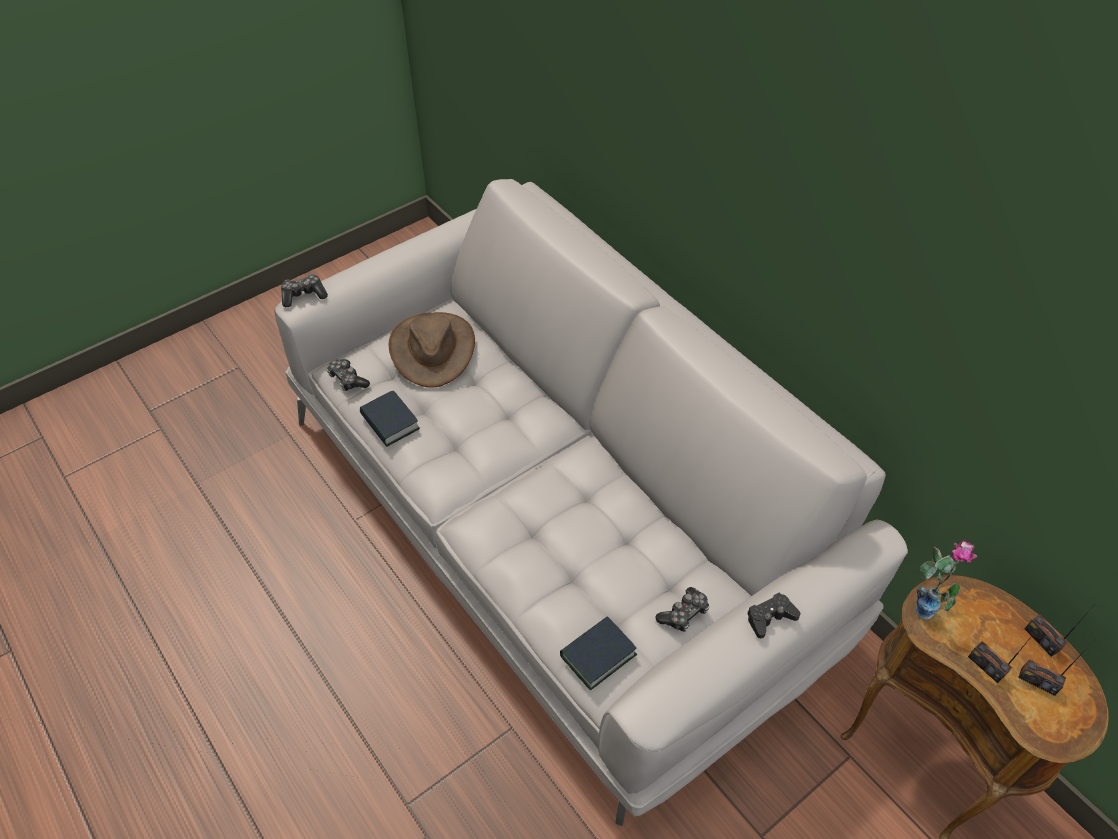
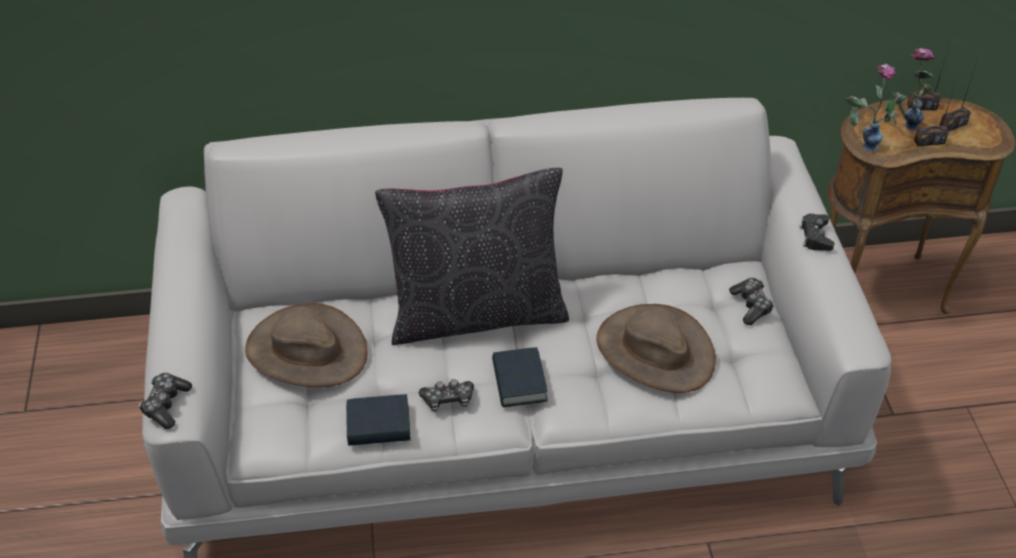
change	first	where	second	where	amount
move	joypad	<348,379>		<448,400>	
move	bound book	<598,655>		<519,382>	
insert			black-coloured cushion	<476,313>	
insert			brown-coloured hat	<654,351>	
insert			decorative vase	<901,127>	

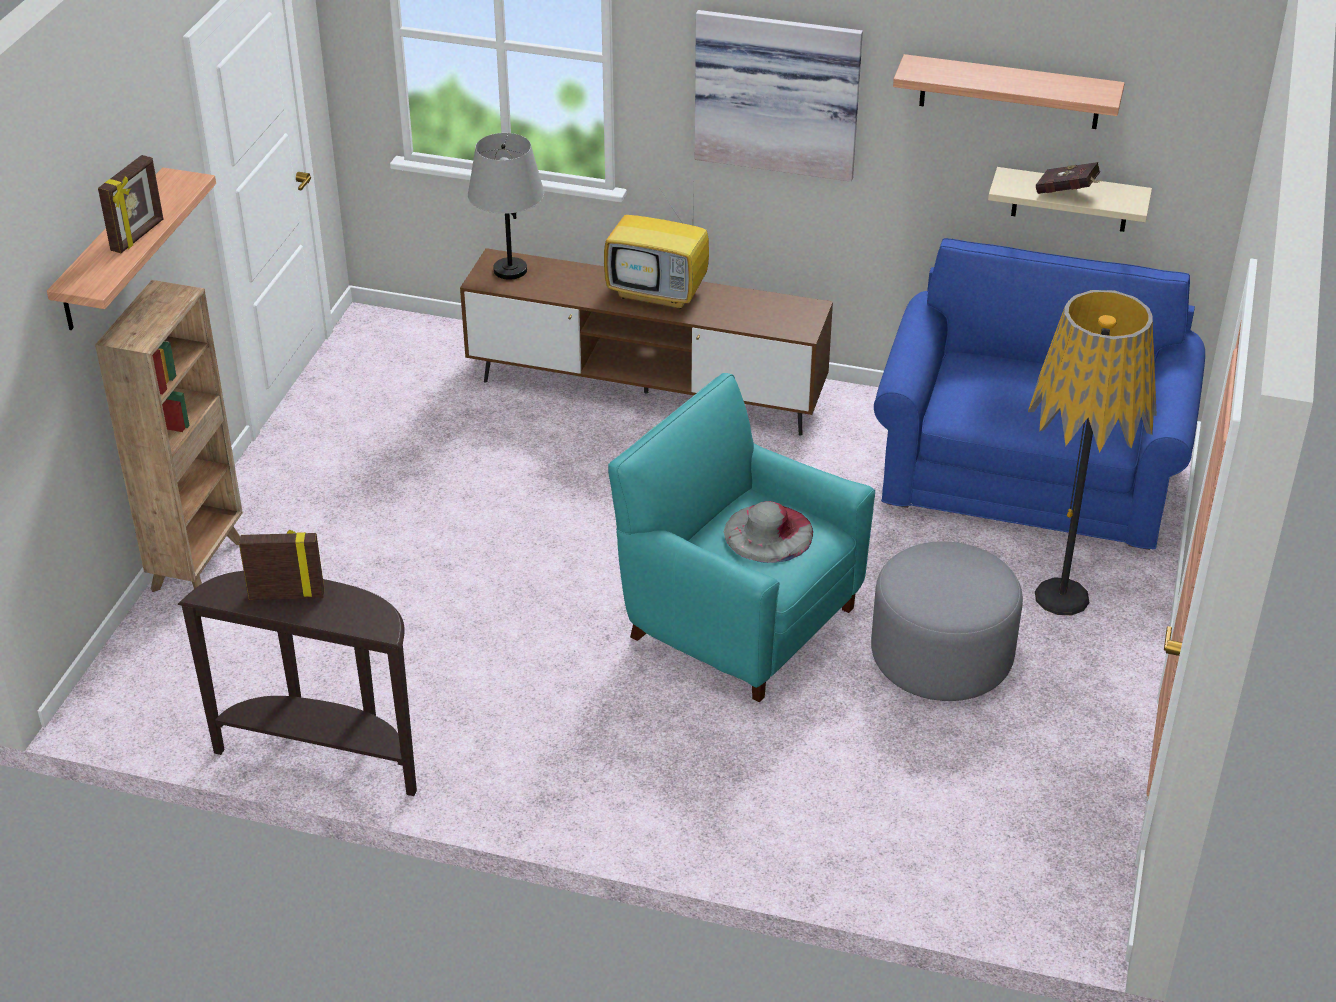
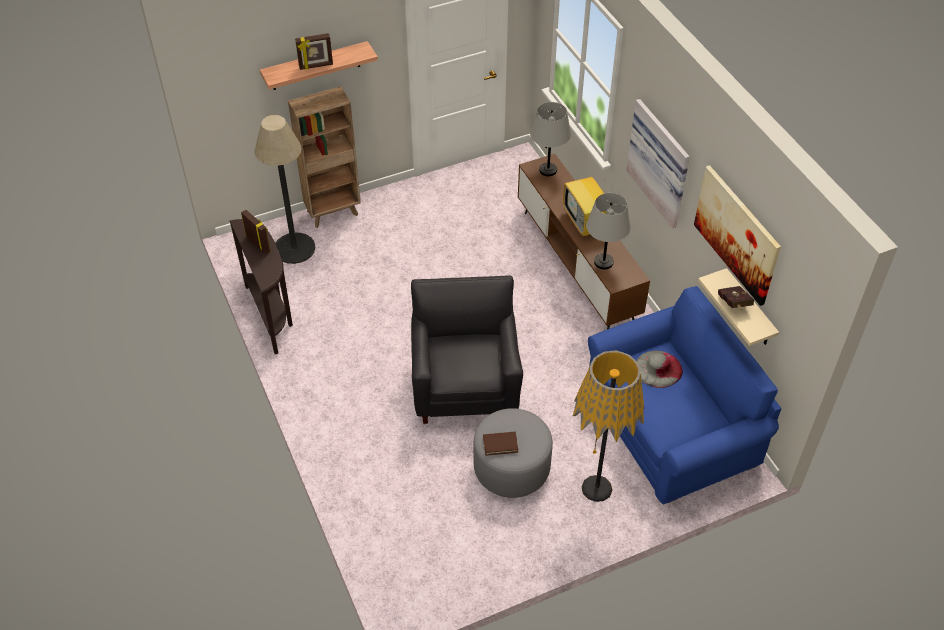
change	first	where	second	where	amount
recolor	turquoise armchair	<739,619>	black-coloured armchair	<465,386>	
move	grey hat	<768,533>		<658,369>	
replace	wall shelf	<1010,92>	picture	<736,234>	
insert			standing lamp	<294,248>	
insert			brown-coloured bound book	<500,444>	
insert			grey table lamp	<603,262>	

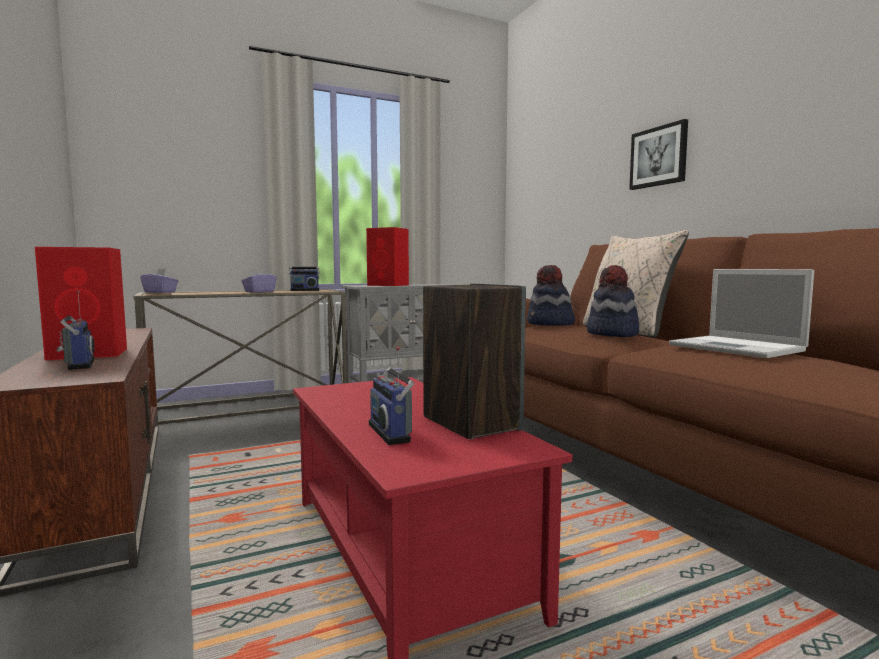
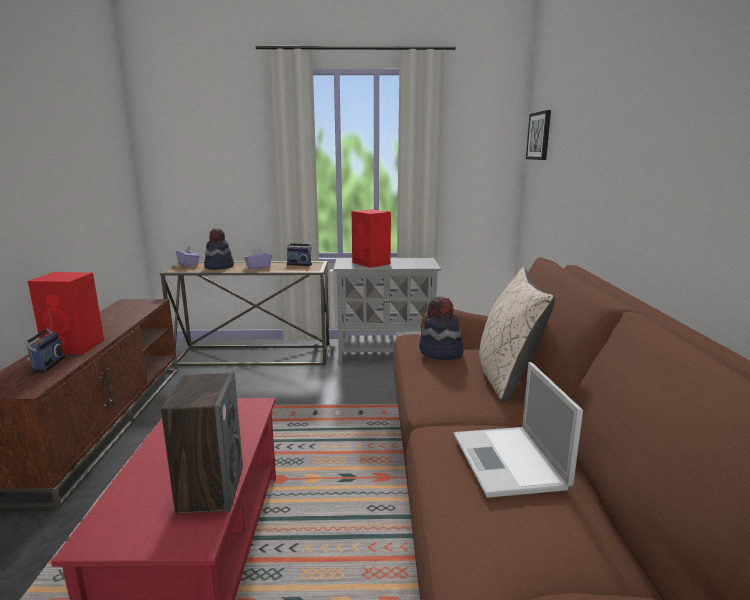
change	first	where	second	where	amount
delete	radio receiver	<392,432>			
move	hat	<612,334>		<219,267>	
move	picture	<658,156>		<539,136>	

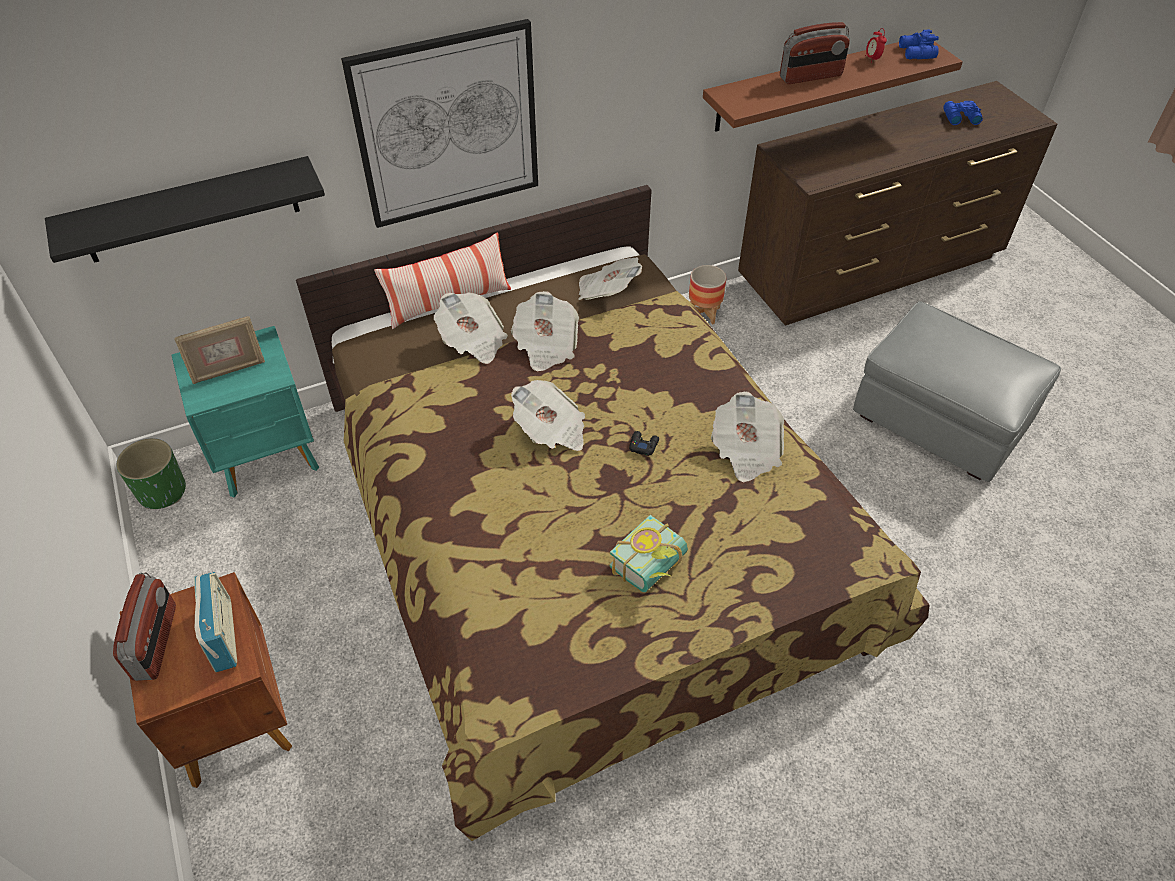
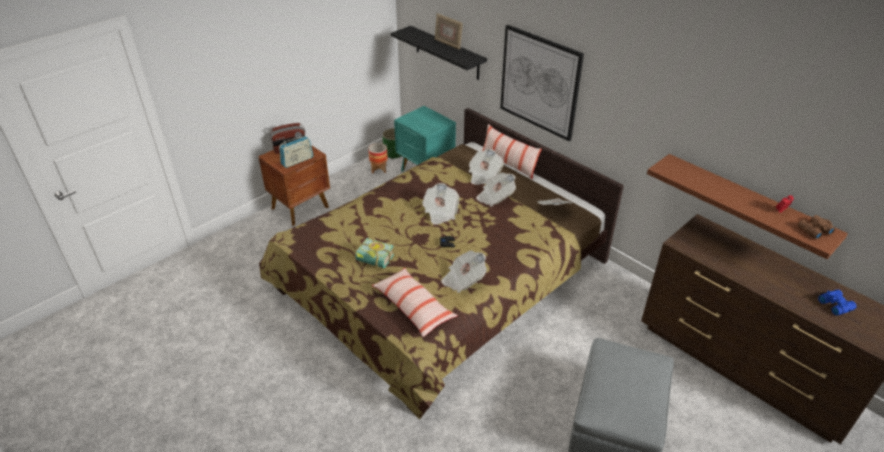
change	first	where	second	where	amount
move	standing frame	<228,370>		<448,44>	
move	plant pot	<704,313>		<379,169>	
delete	radio receiver	<811,77>			
recolor	bluish pair of binoculars	<916,53>	brown-coloured pair of binoculars	<813,230>	
insert			cushion	<413,307>	

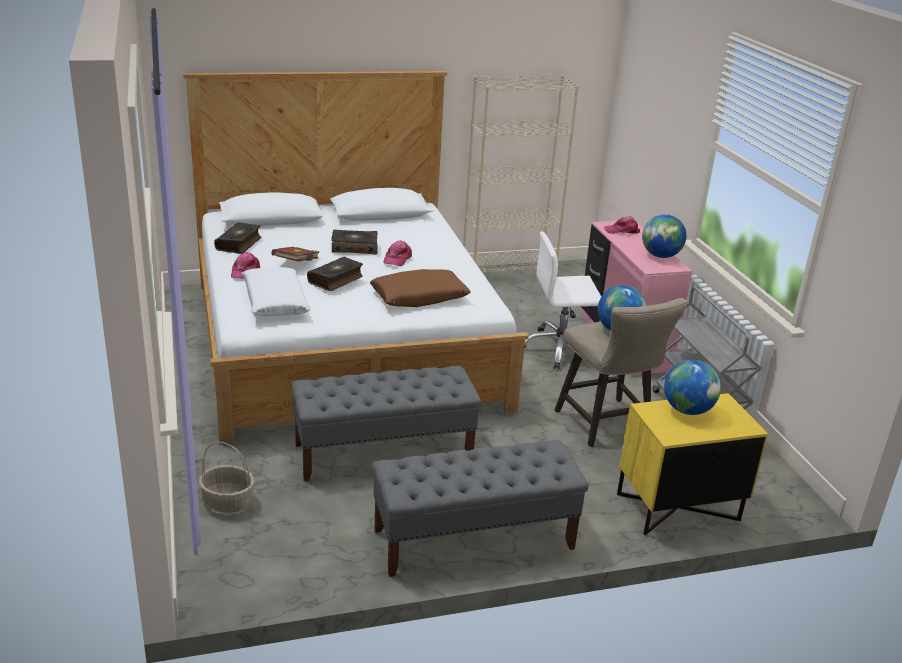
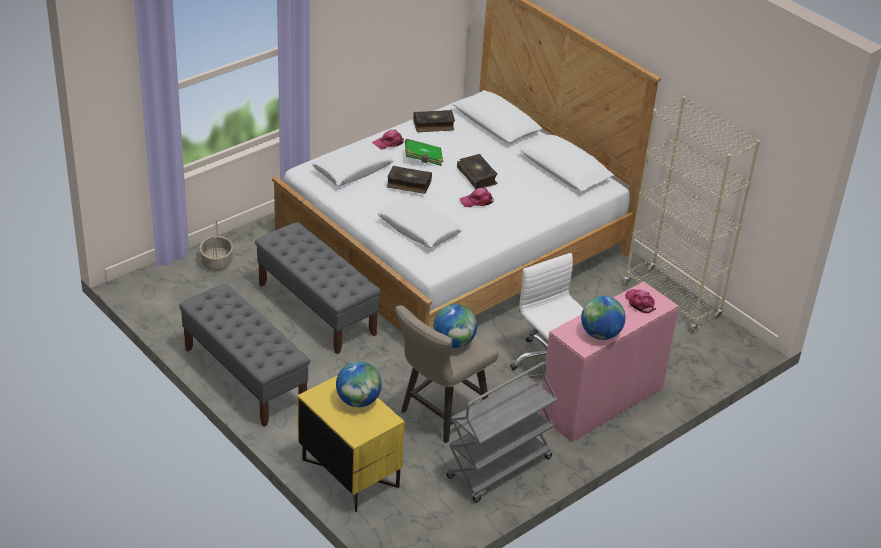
change	first	where	second	where	amount
recolor	brown-coloured bound book	<297,263>	green bound book	<423,159>	
recolor	brown-coloured cushion	<419,297>	white cushion	<418,230>	

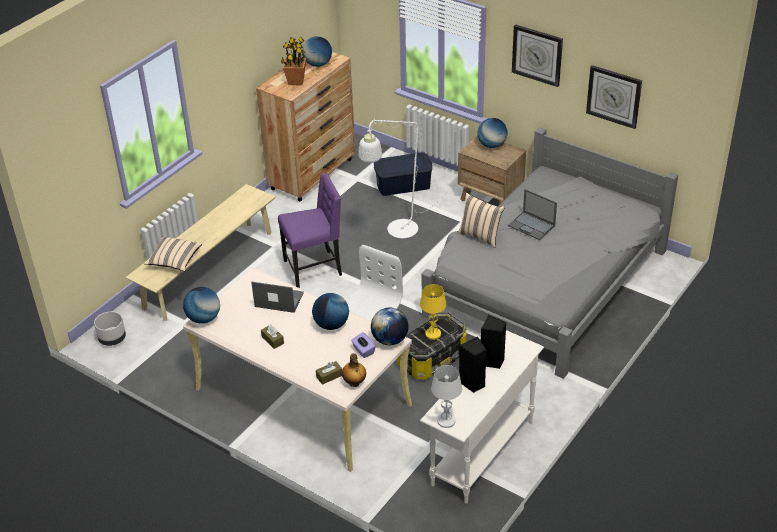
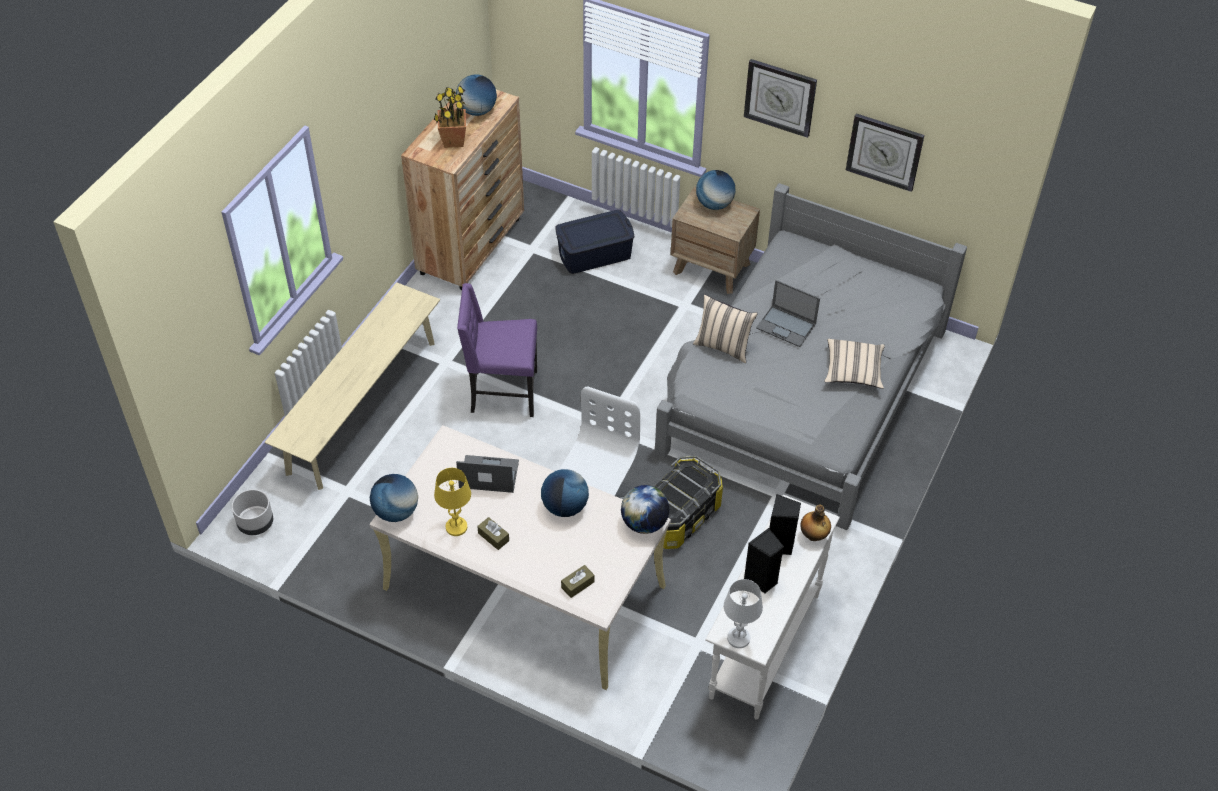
change	first	where	second	where	amount
move	sand-coloured cushion	<174,261>		<853,371>	
rotate	purple plain chair	<314,268>		<502,393>	150 degrees counterclockwise
move	bottle	<354,383>		<813,536>	
delete	purple tissue box	<363,350>			
delete	white standing lamp	<397,233>			
move	yellowish table lamp	<433,334>		<456,527>	

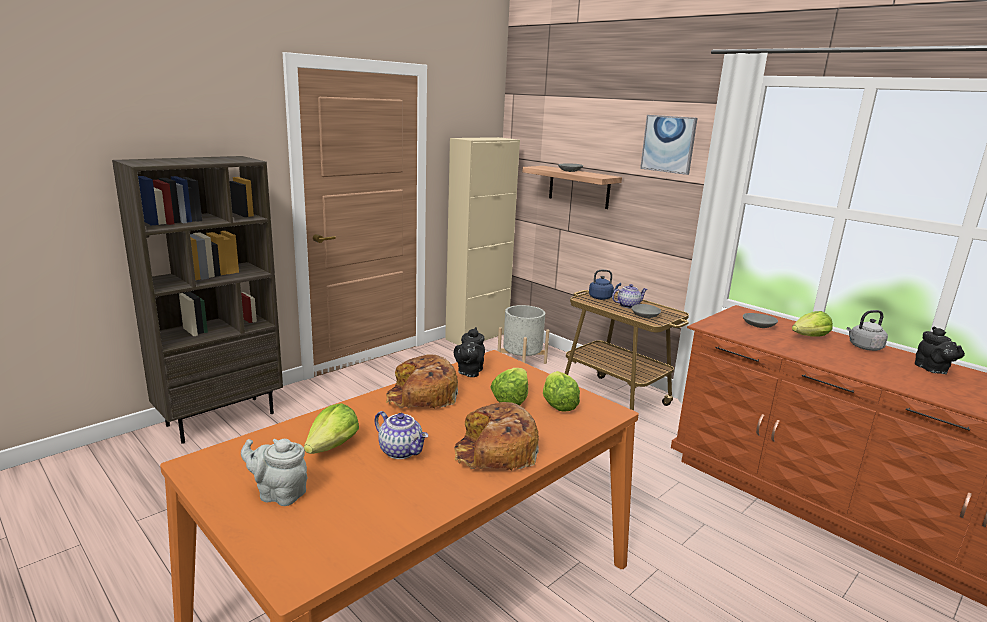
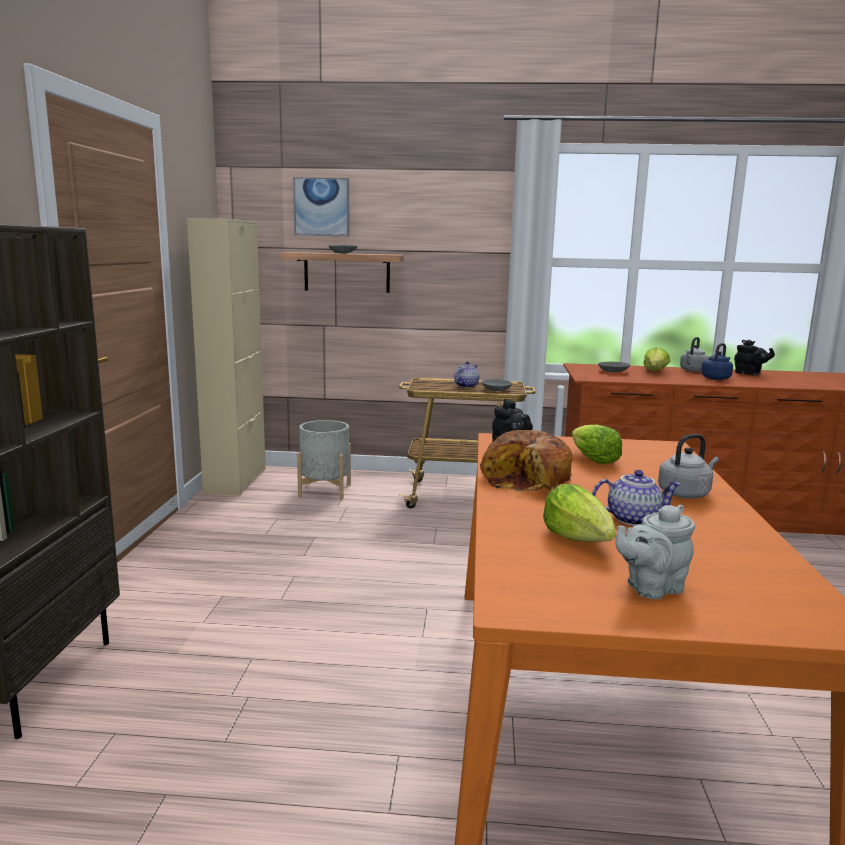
change	first	where	second	where	amount
replace	bread	<494,452>	grey water kettle	<685,493>	
delete	lettuce head	<558,403>			
move	bluish water kettle	<601,298>		<716,378>	
move	picture	<668,144>		<321,207>	

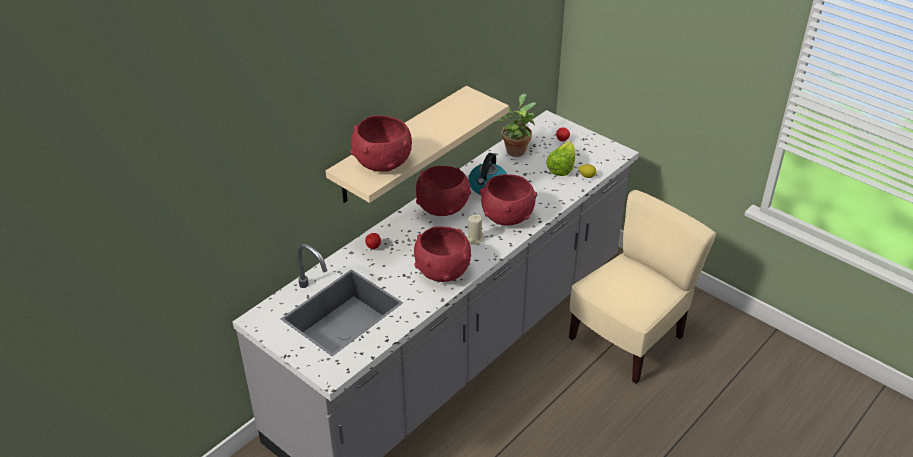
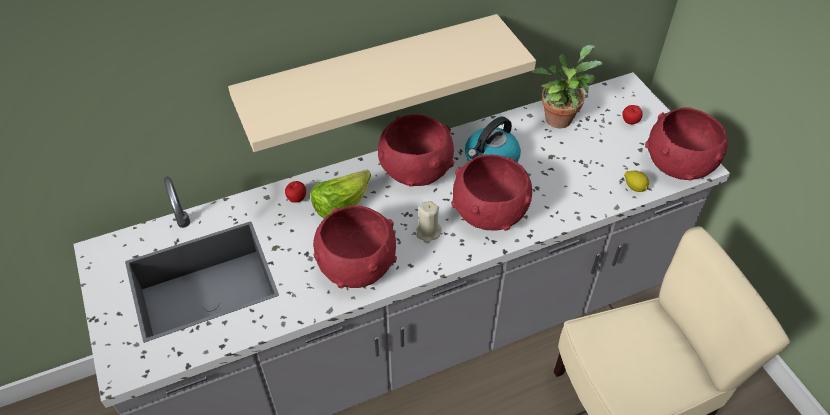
change	first	where	second	where	amount
move	red-coloured deep dish	<383,163>		<679,165>	
move	lettuce head	<561,168>		<341,206>	

